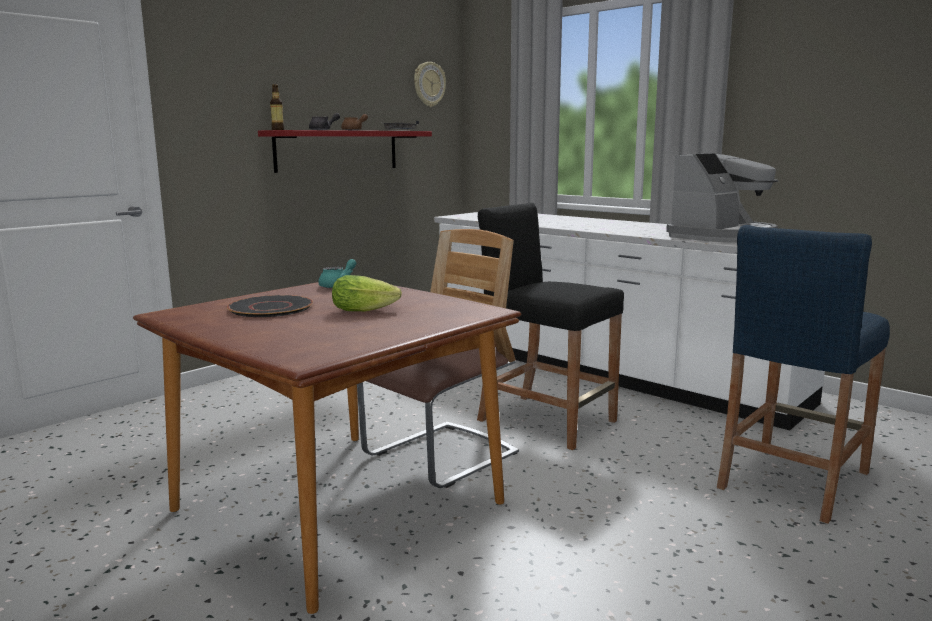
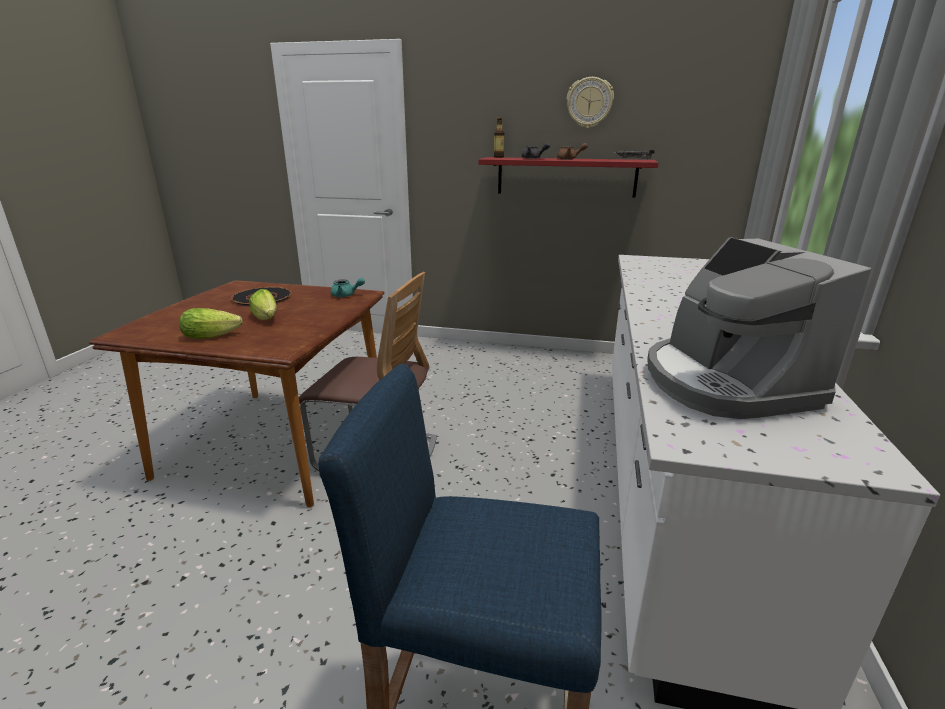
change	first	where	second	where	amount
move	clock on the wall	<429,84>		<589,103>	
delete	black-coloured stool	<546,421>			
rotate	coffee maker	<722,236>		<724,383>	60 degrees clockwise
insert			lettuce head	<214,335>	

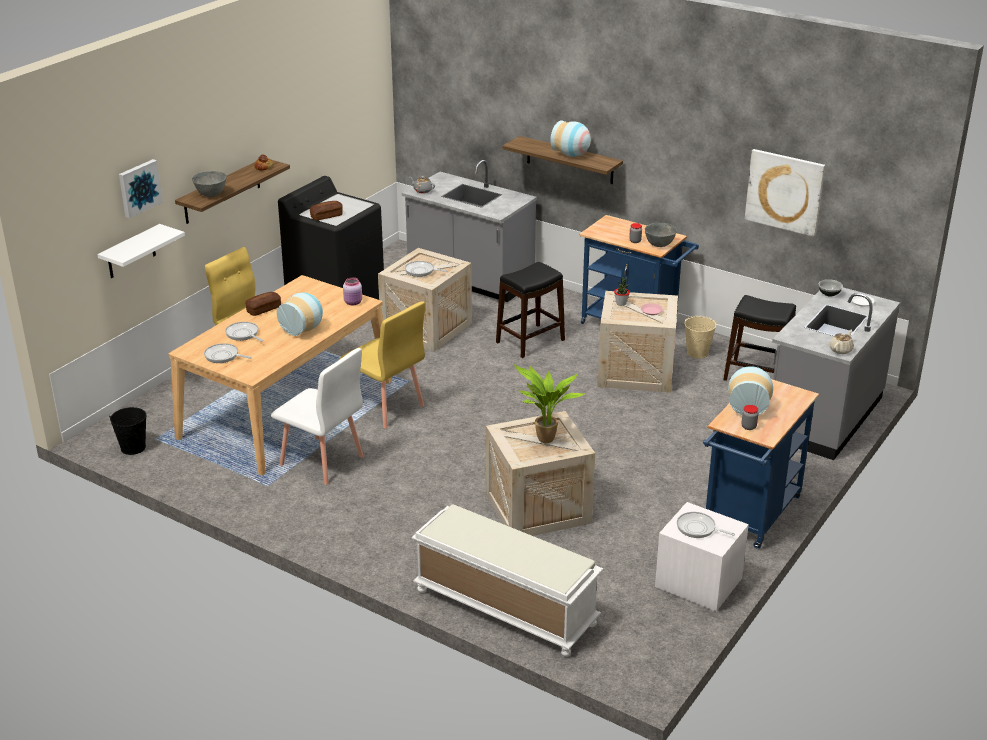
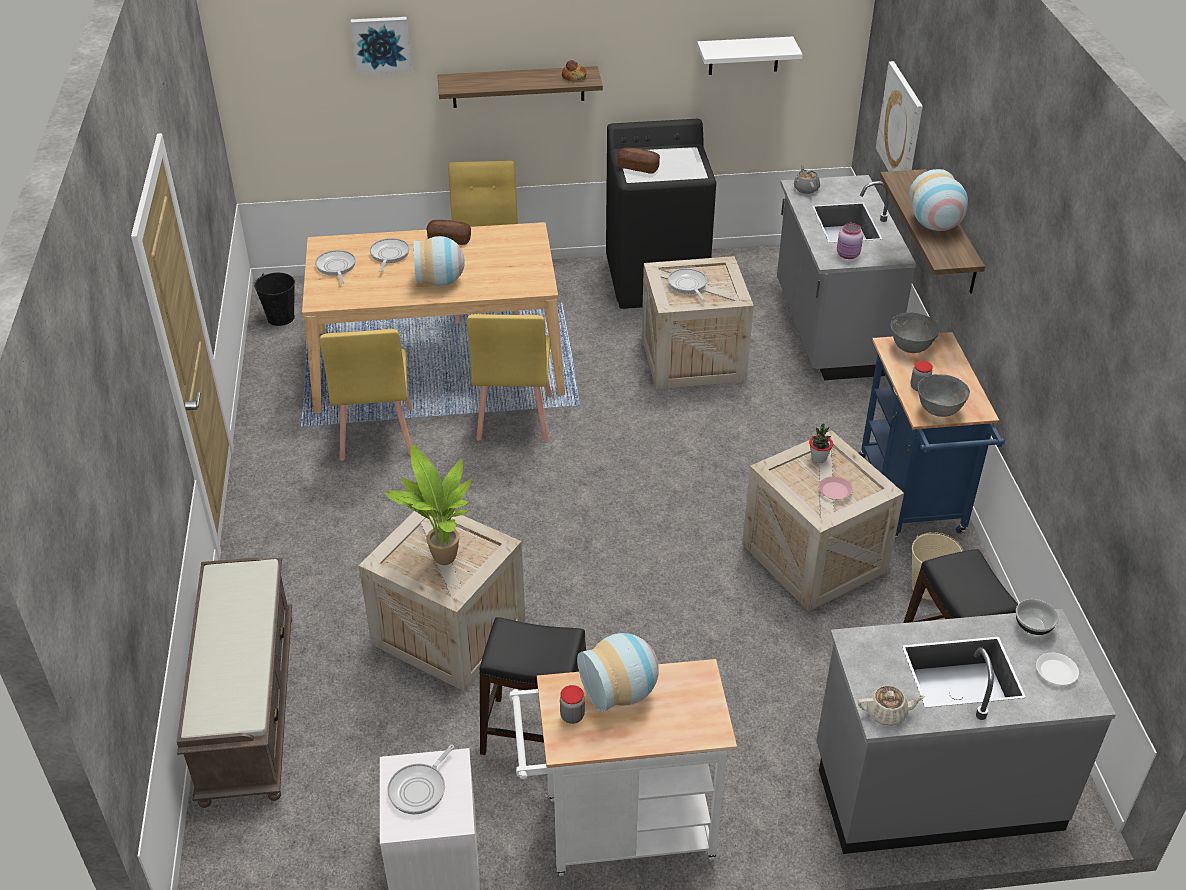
change	first	where	second	where	amount
move	white wall shelf	<131,252>		<744,55>	
move	grey deep dish	<211,195>		<910,348>	
recolor	white plain chair	<322,461>	yellowish plain chair	<376,434>	
move	pink-coloured storage jar	<353,302>		<848,255>	
recolor	white long seat	<503,607>	brown-coloured long seat	<247,706>	
move	black-coloured stool	<530,341>		<536,733>	
rotate	pan	<698,528>		<420,789>	135 degrees counterclockwise
recolor	bluish wheeled cart	<749,517>	white wheeled cart	<618,830>	
move	picture	<784,192>		<901,127>	

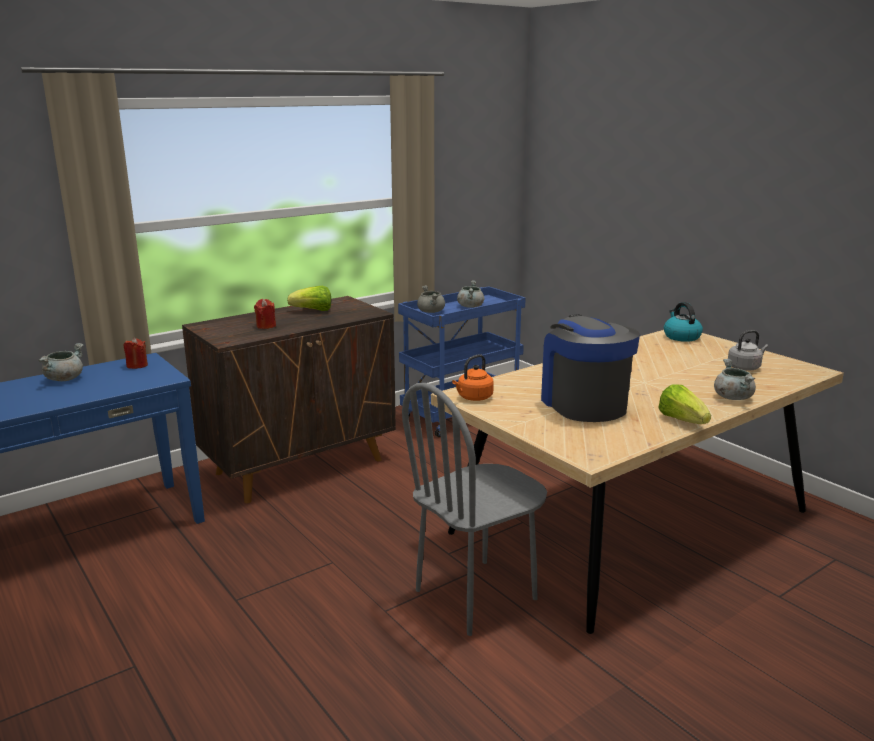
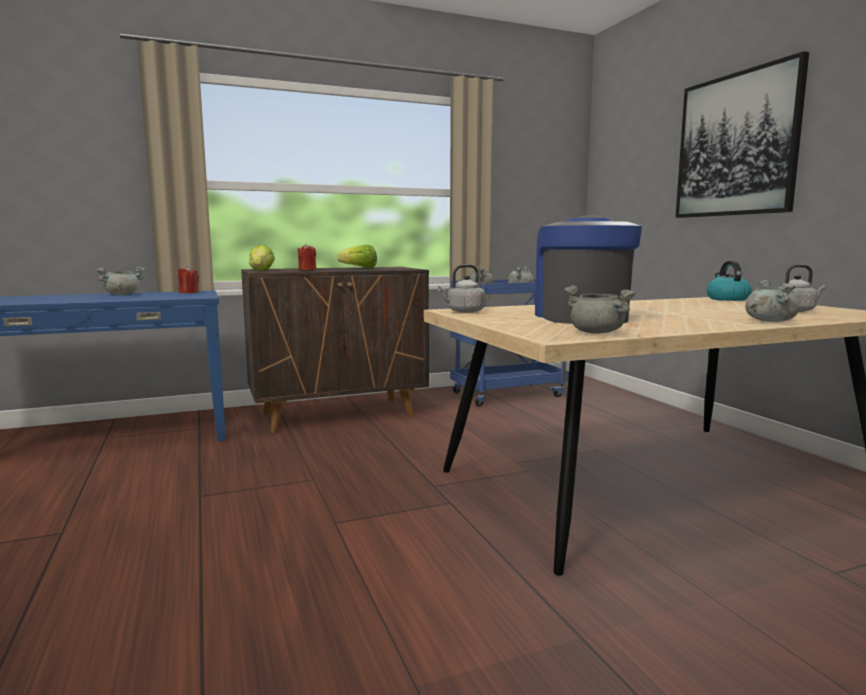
change	first	where	second	where	amount
delete	grey plain chair	<476,595>			
recolor	orangey water kettle	<473,398>	grey water kettle	<464,311>	
move	lettuce head	<682,420>		<261,271>	
insert			grey cooking pot	<597,332>	
insert			picture	<736,145>	

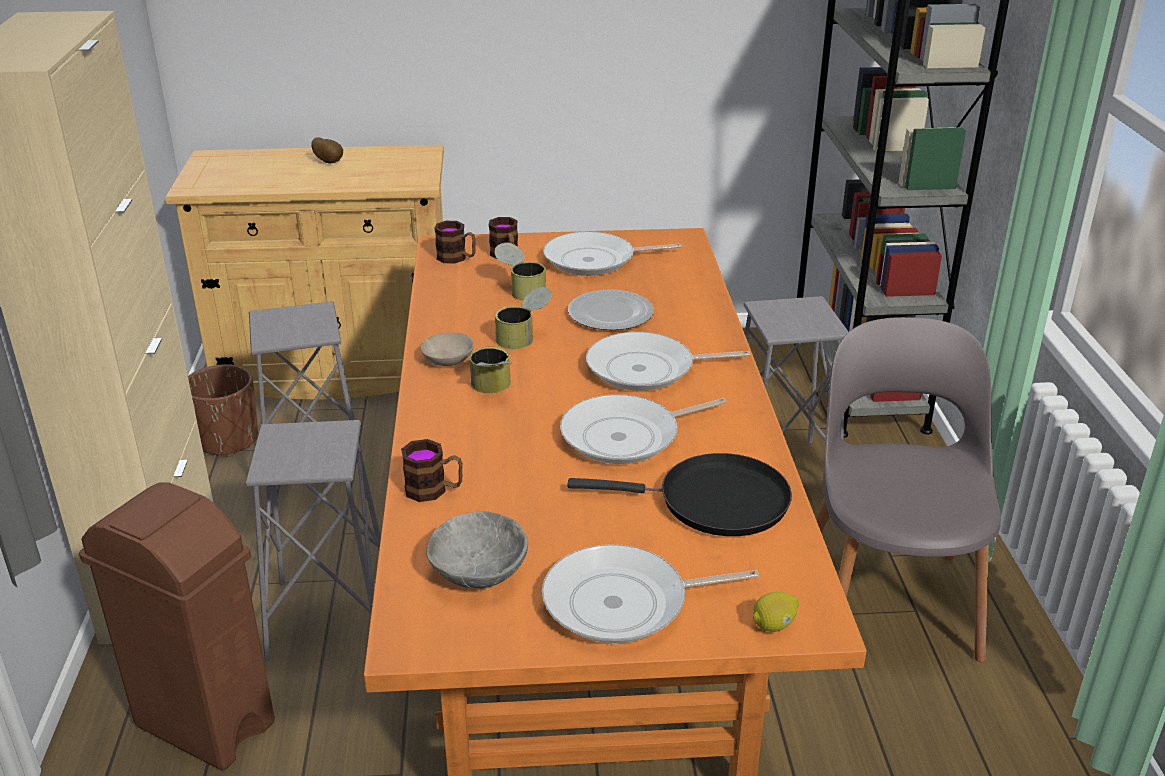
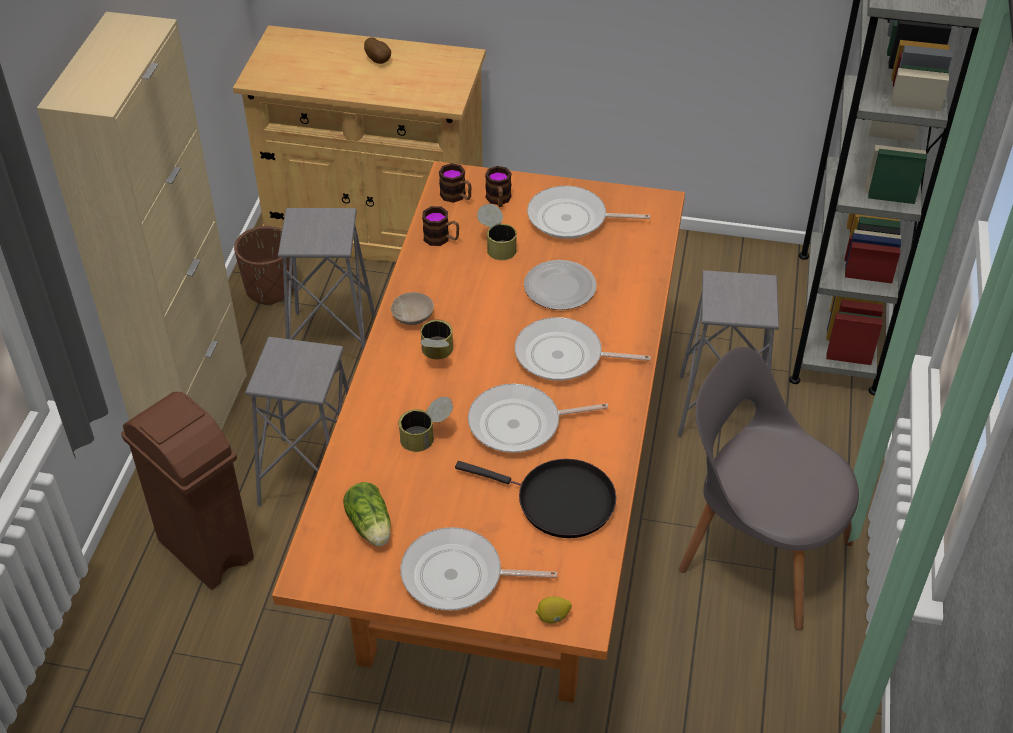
change	first	where	second	where	amount
move	tea mug	<434,490>		<441,239>	
replace	grey deep dish	<479,571>	lettuce head	<371,527>	
move	sealed can	<524,336>		<427,436>	
rotate	grey plain chair	<889,595>		<758,551>	75 degrees counterclockwise

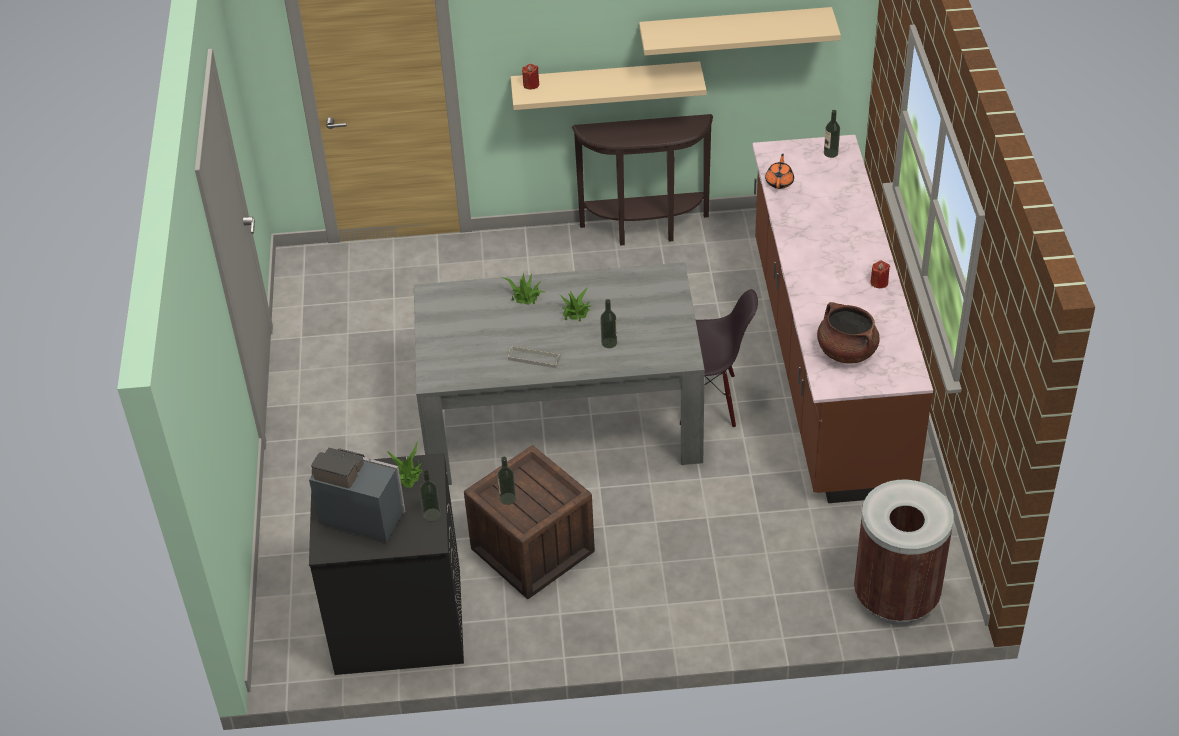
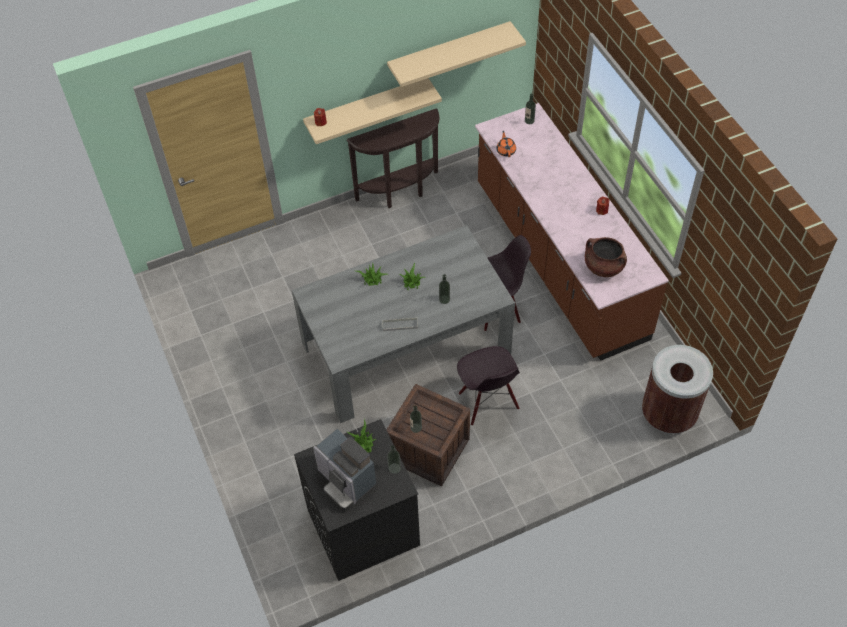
change	first	where	second	where	amount
rotate	coffee maker	<361,514>		<346,482>	135 degrees counterclockwise
insert			black-coloured plain chair	<488,401>	

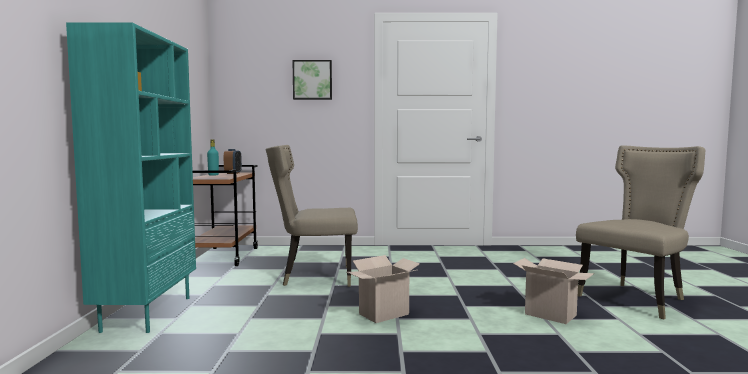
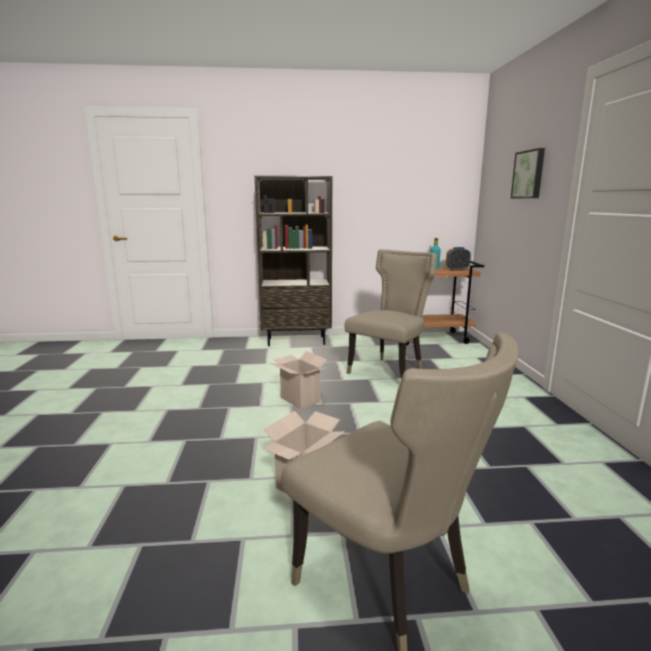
change	first	where	second	where	amount
recolor	turquoise bookcase	<147,313>	brown-coloured bookcase	<297,341>	
rotate	sand-coloured plain chair	<315,277>		<389,371>	45 degrees clockwise

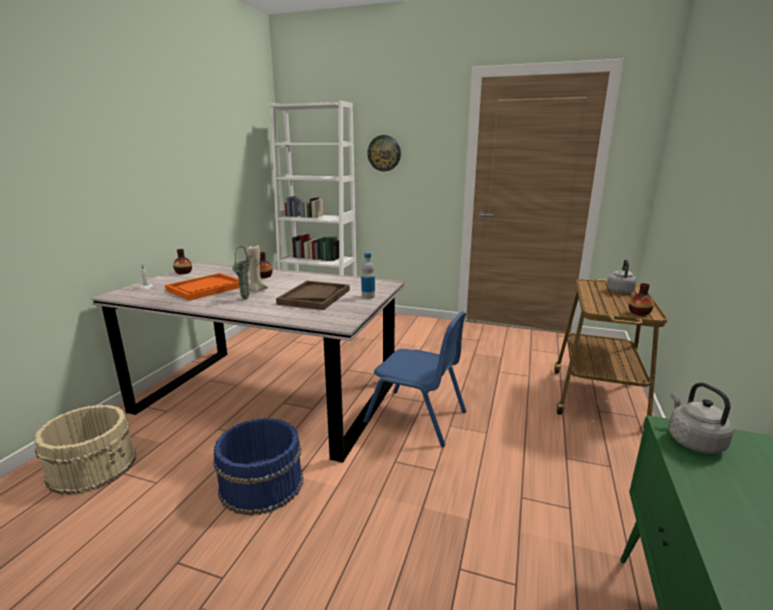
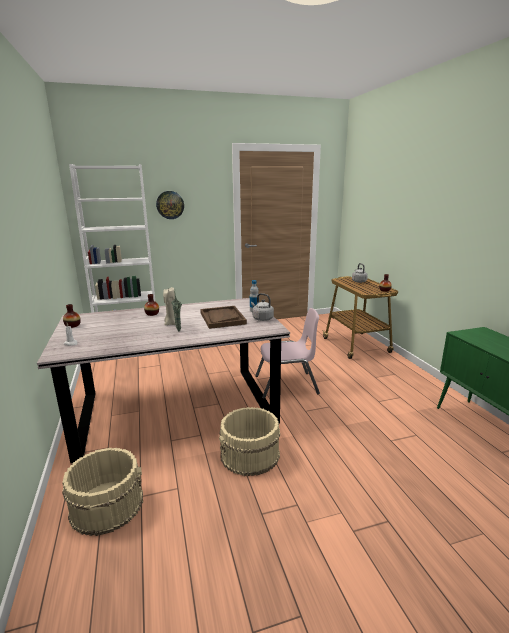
change	first	where	second	where	amount
delete	orangey serving tray	<206,288>			
recolor	bluish water bucket	<261,484>	sand-coloured water bucket	<250,455>	
recolor	bluish plain chair	<416,417>	pink-coloured plain chair	<286,385>	
move	grey water kettle	<692,441>		<262,318>	

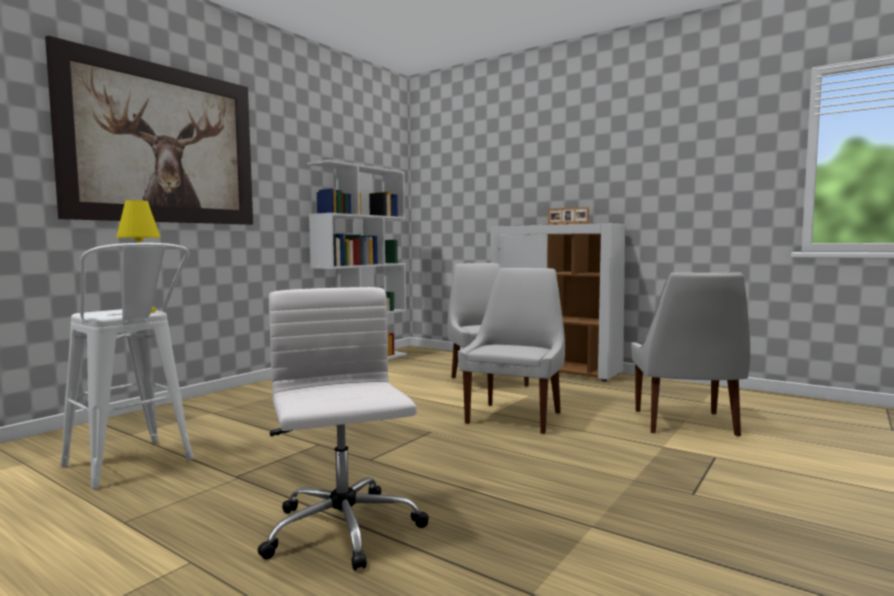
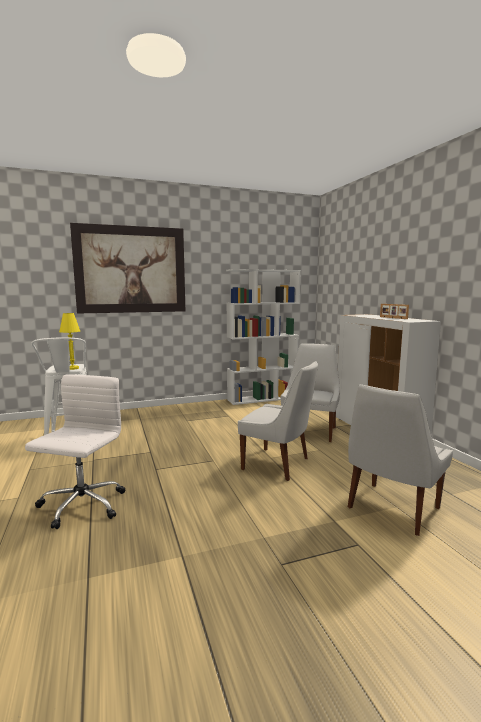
change	first	where	second	where	amount
rotate	white plain chair	<515,417>		<278,464>	60 degrees clockwise

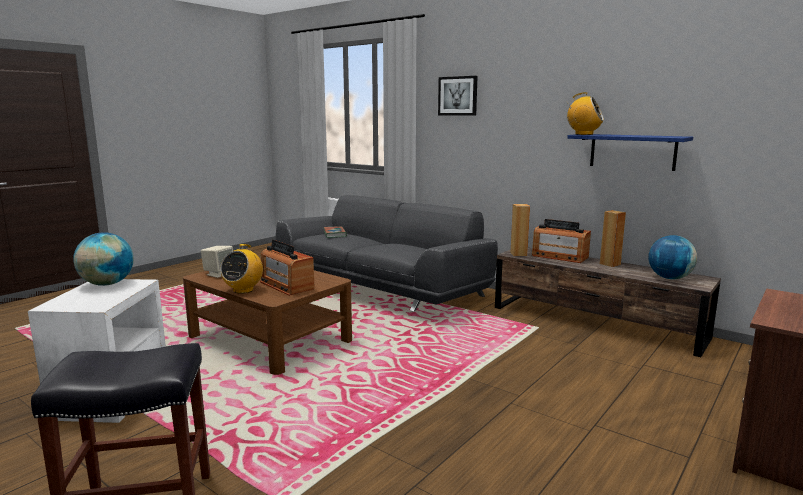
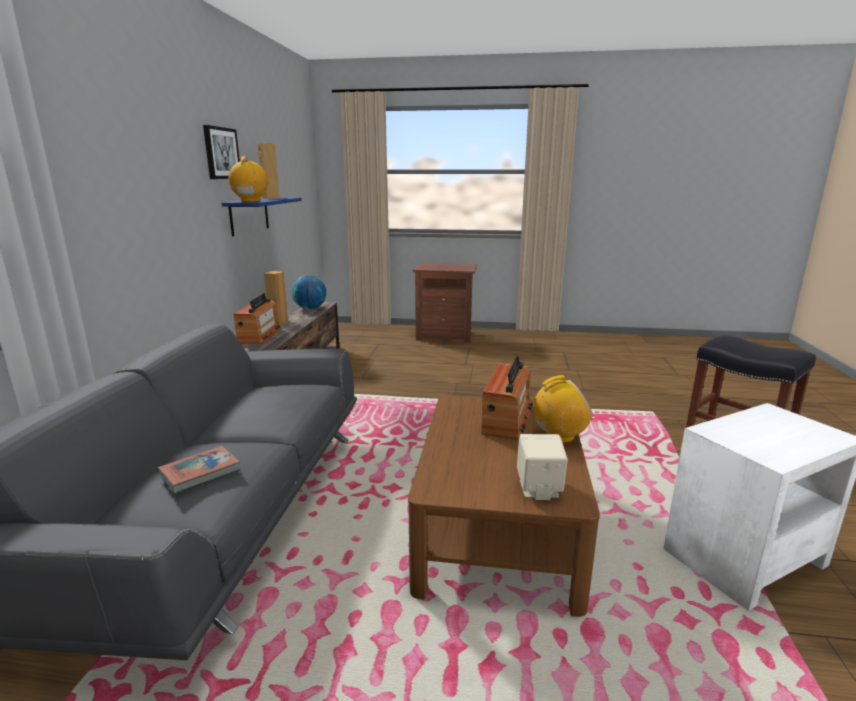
change	first	where	second	where	amount
delete	world globe	<107,284>			
move	picture	<458,96>		<221,153>	
move	brown-coloured speaker	<518,254>		<270,198>	

